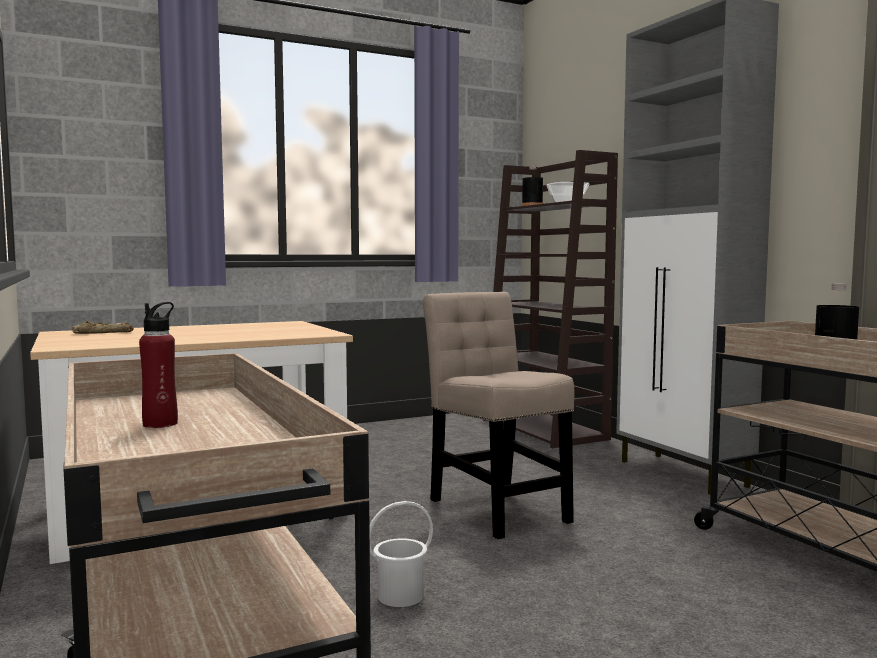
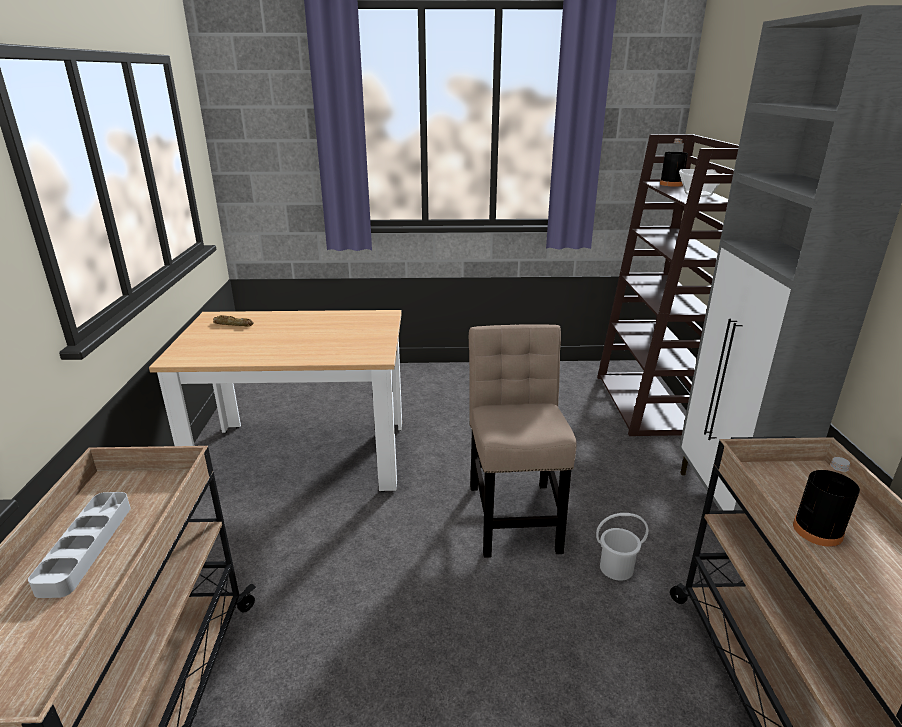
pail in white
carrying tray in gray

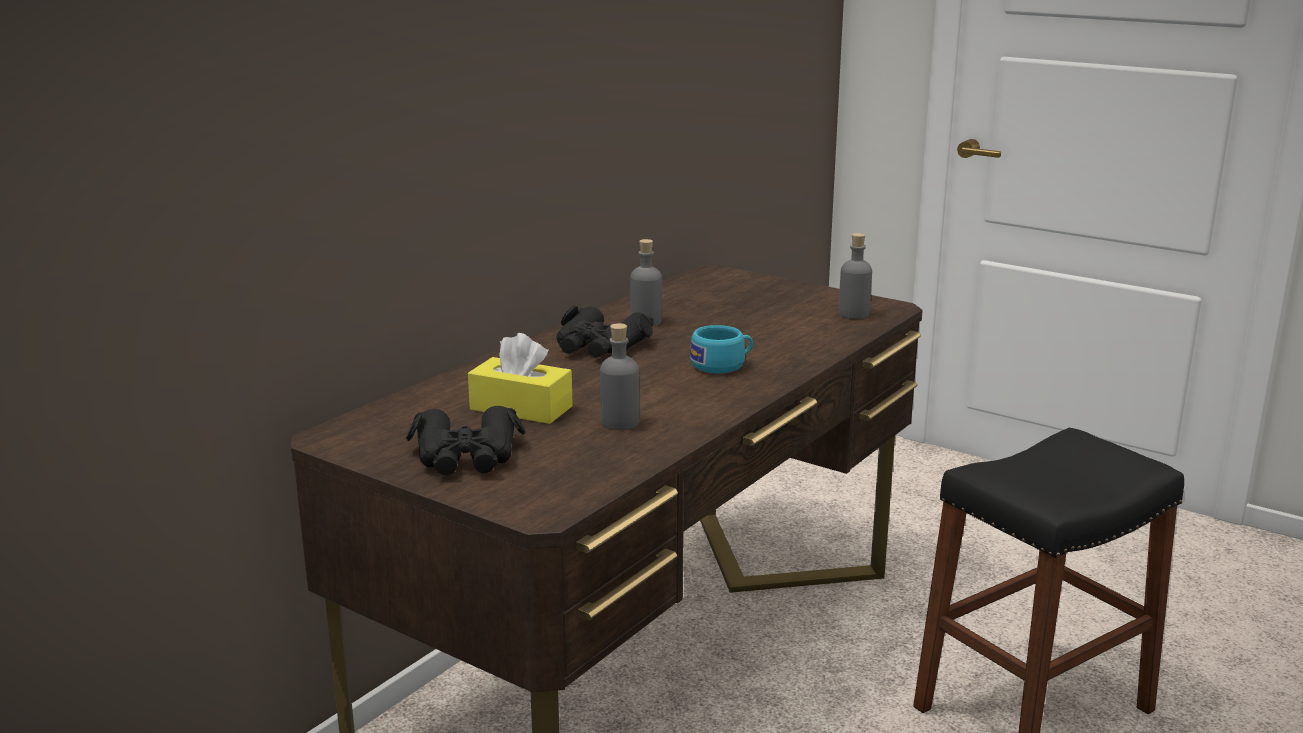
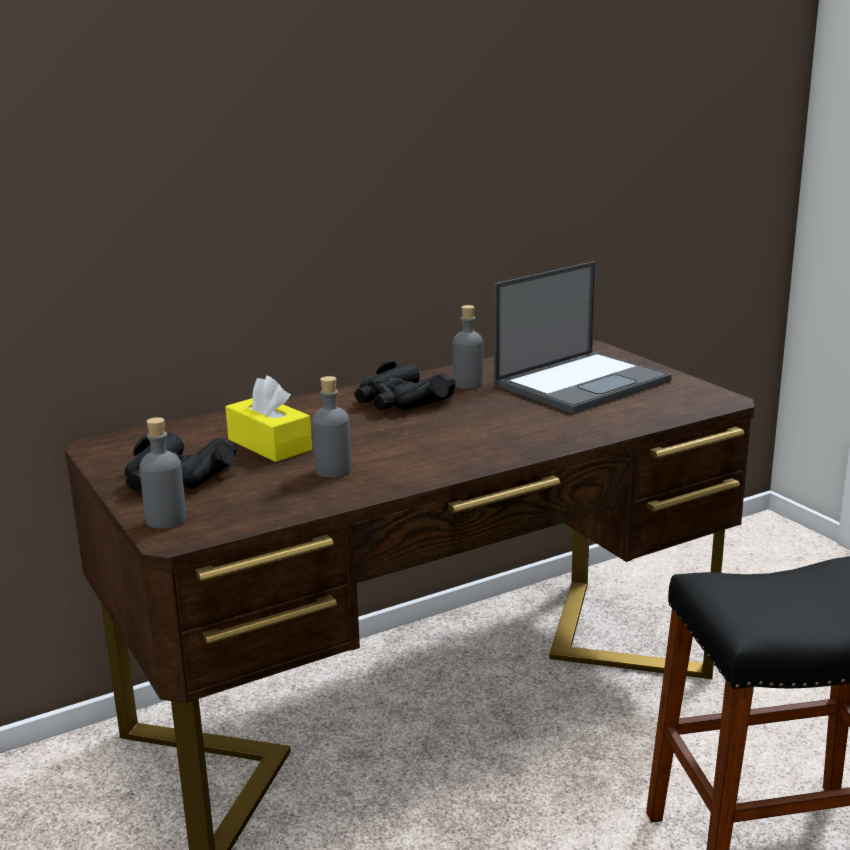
small cup in blue-green
laptop
beverage bottle in gray (no. 1 from left)

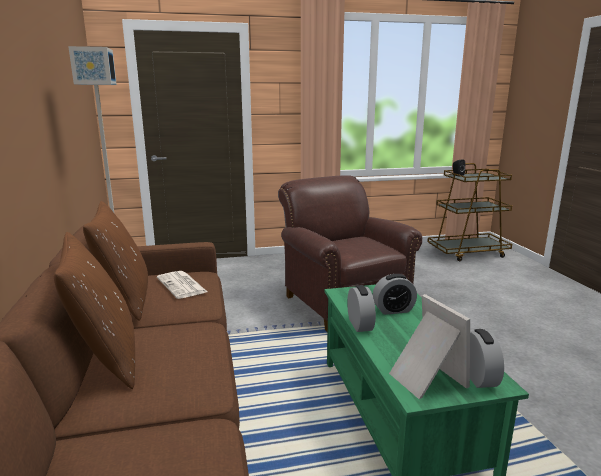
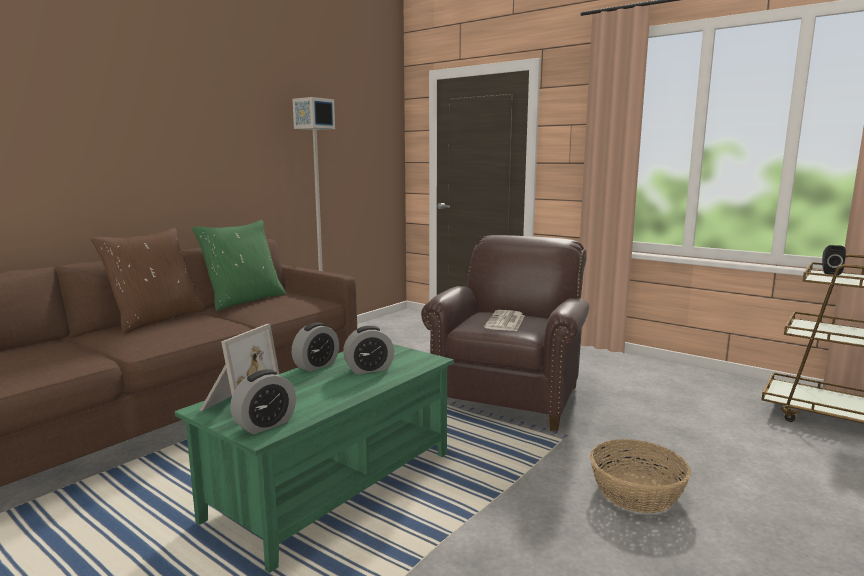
basket
printed paper
cushion in greenish
bedside clock (no. 3 from left)

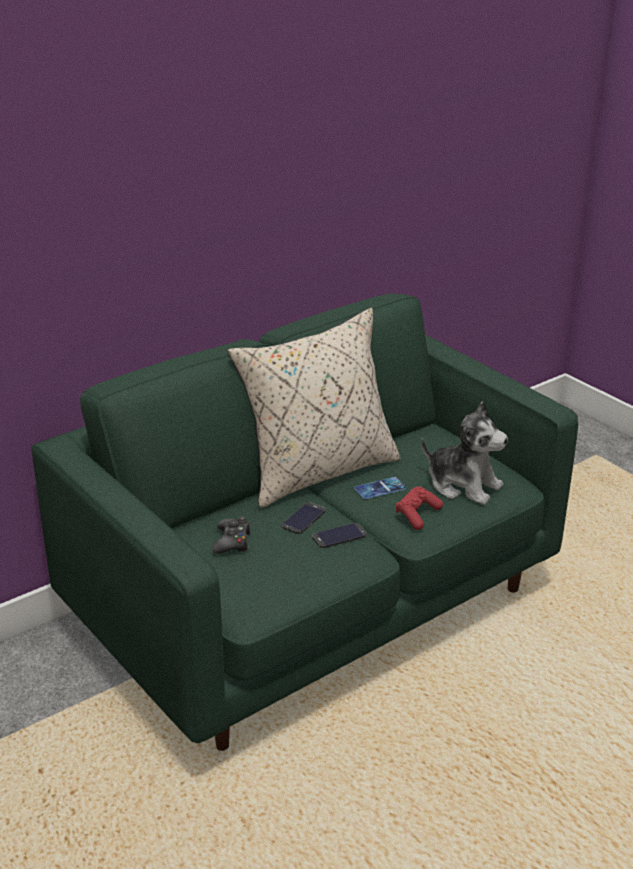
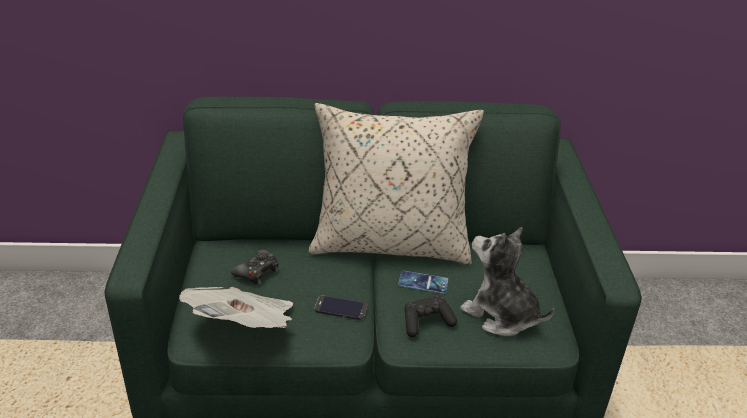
phone (no. 1 from left in the first image)
printed paper
gamepad in black-coloured (no. 2 from left)
cuddly toy

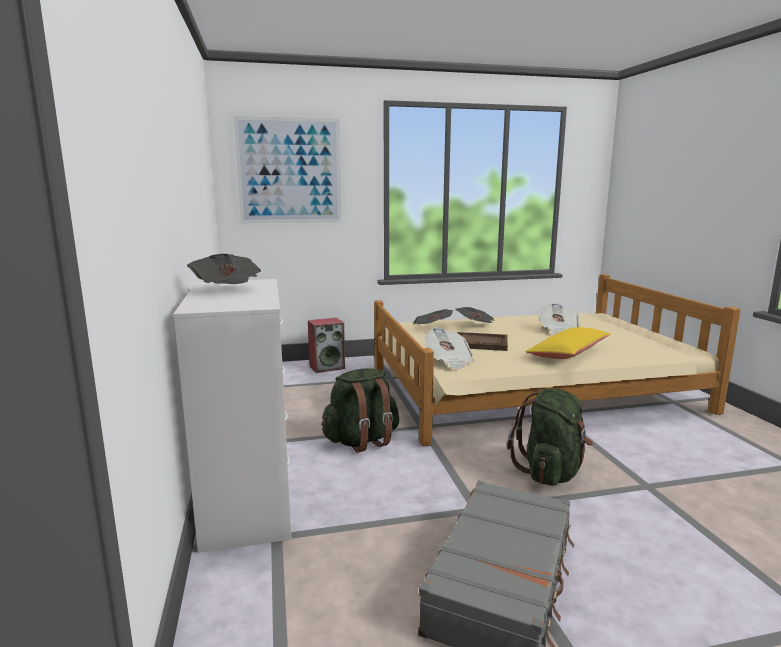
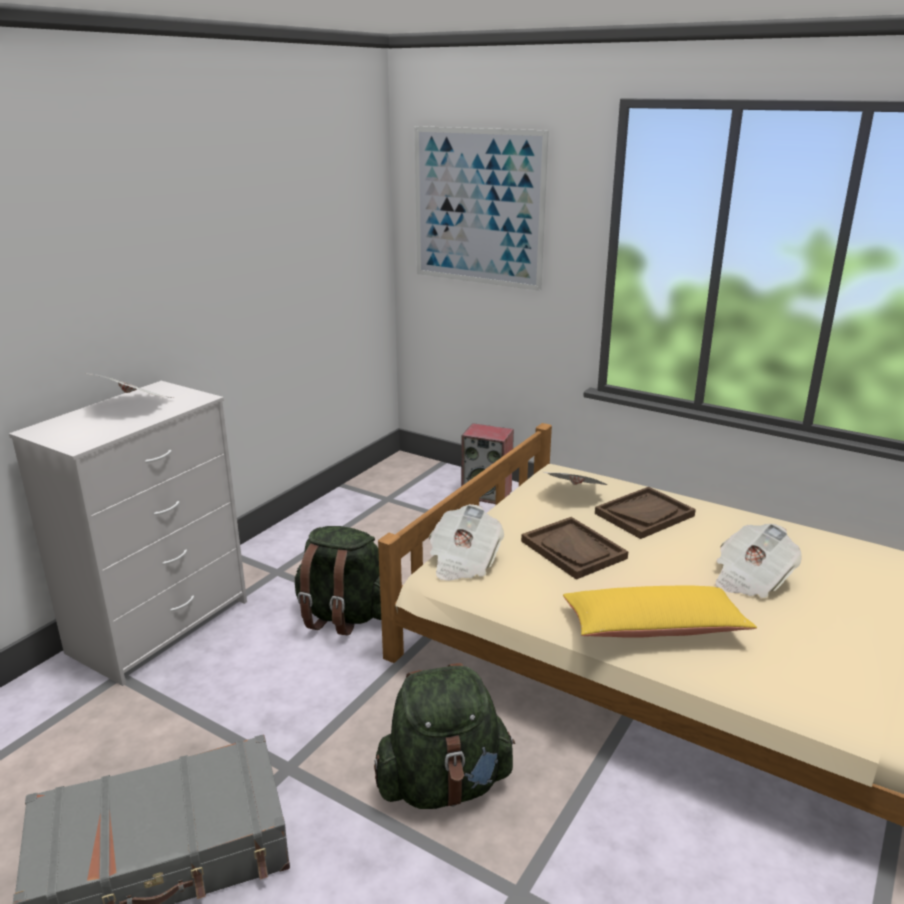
carrying tray in brown (no. 2 from left)

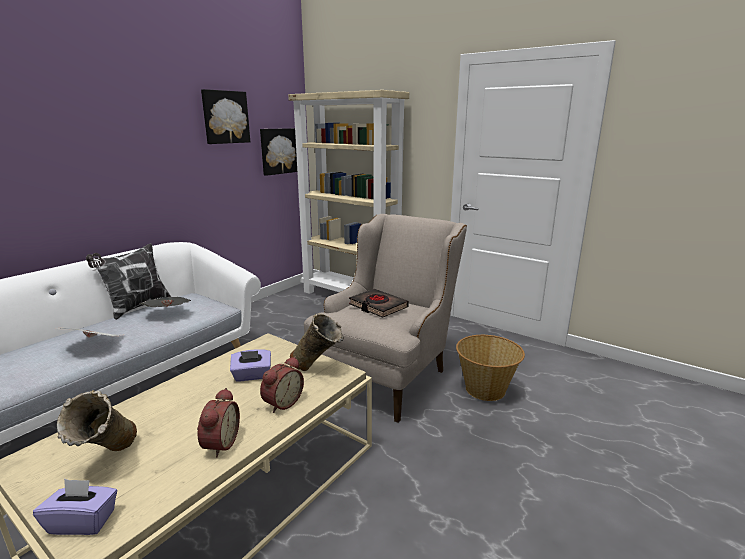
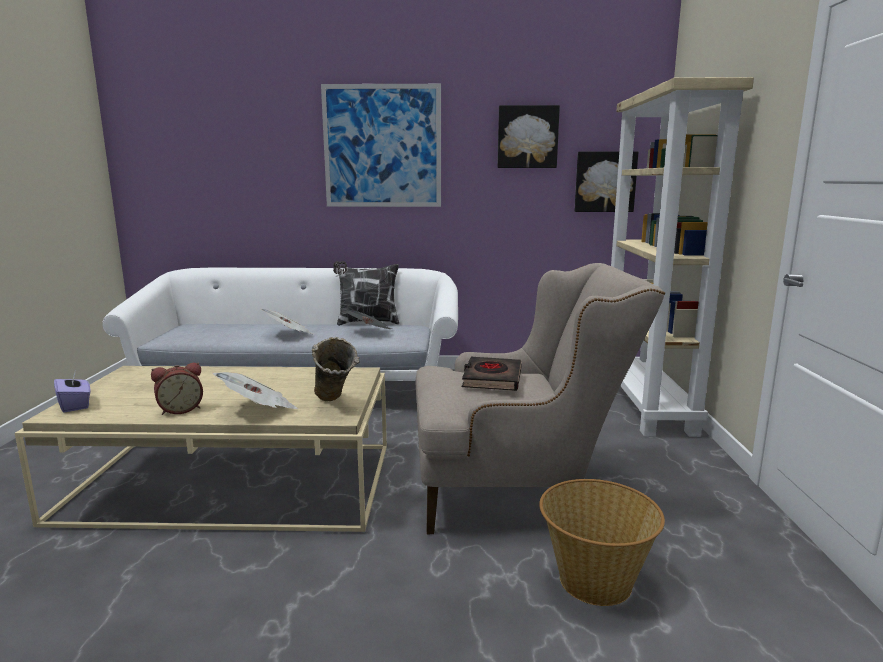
vase in beige-coloured (no. 1 from left in the first image)
tissue holder in purple-coloured (no. 2 from left in the first image)
picture (no. 1 from left)
printed paper (no. 1 from left)

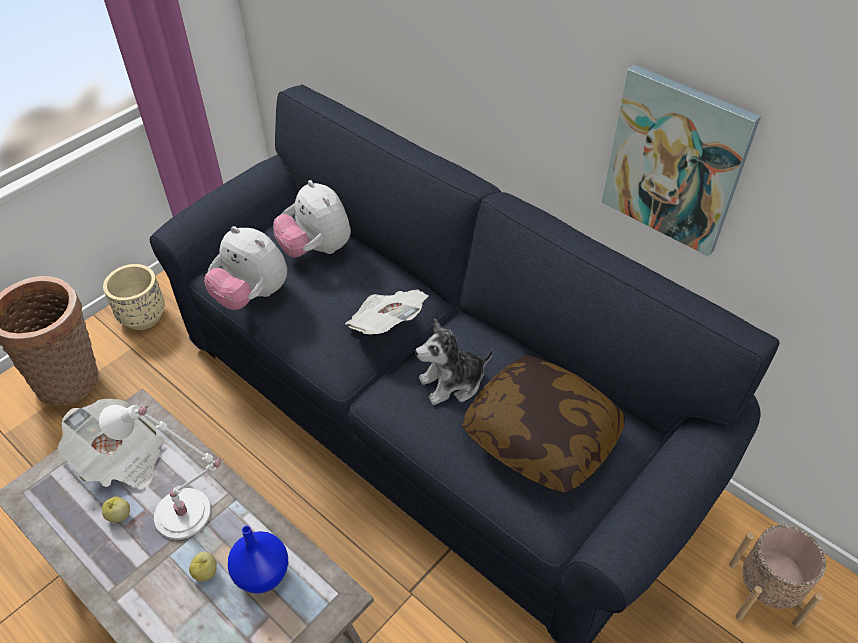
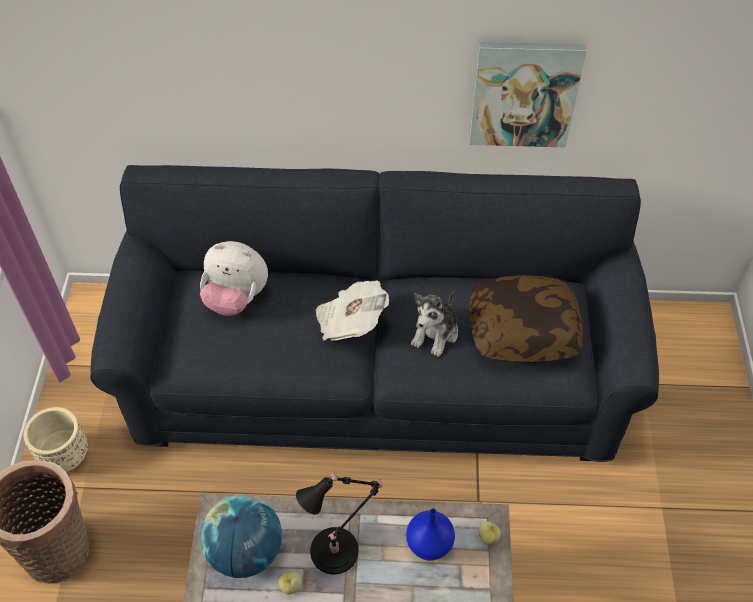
cuddly toy (no. 1 from left in the first image)
plant pot in beige-coloured (no. 2 from left in the first image)
apple (no. 2 from left)
globe
table lamp in black-coloured

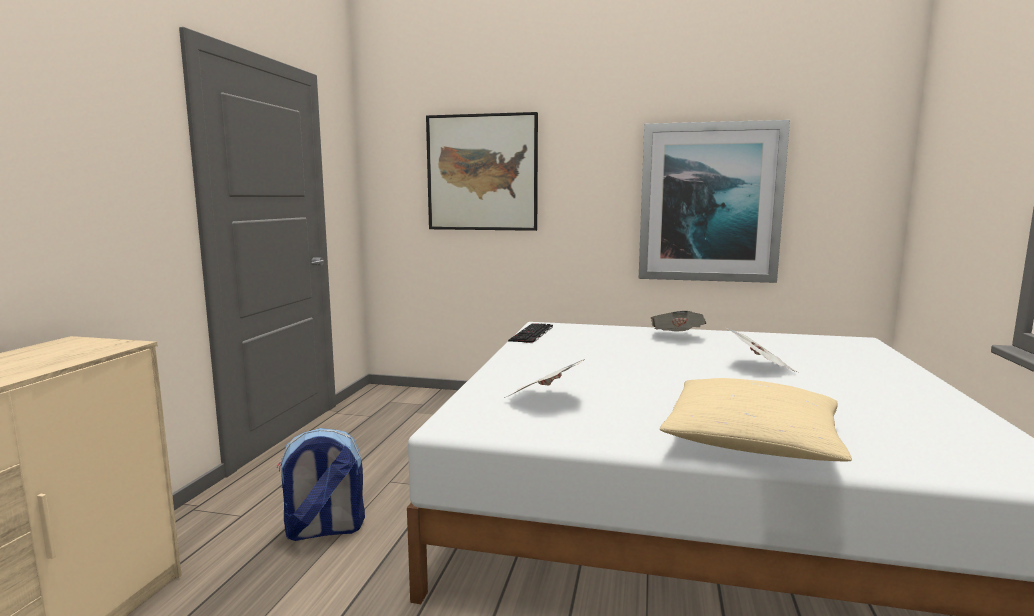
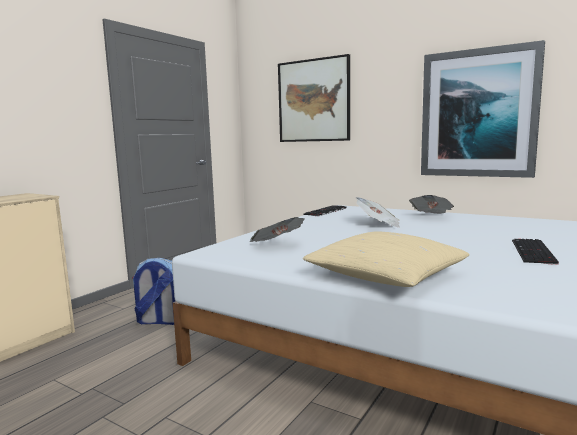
keyboard (no. 2 from left)
printed paper (no. 2 from left)

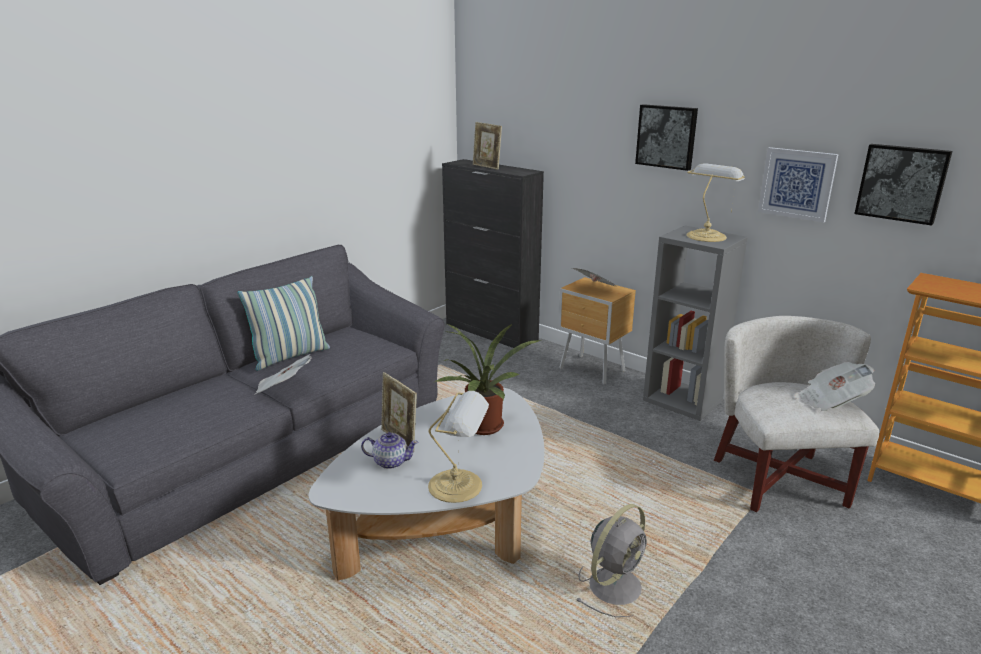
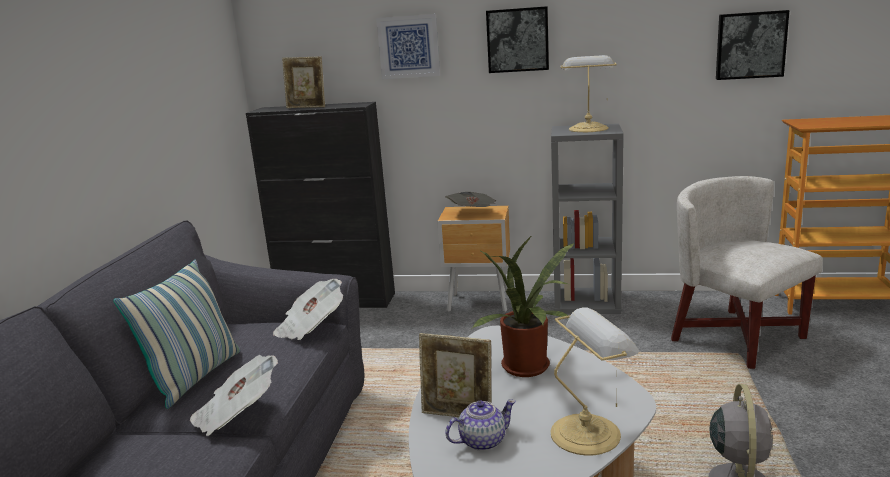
picture (no. 1 from left)
printed paper (no. 2 from left)

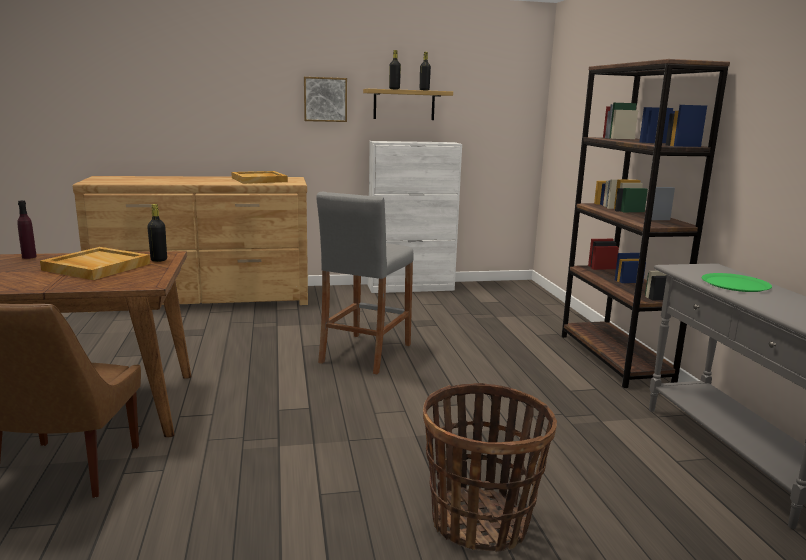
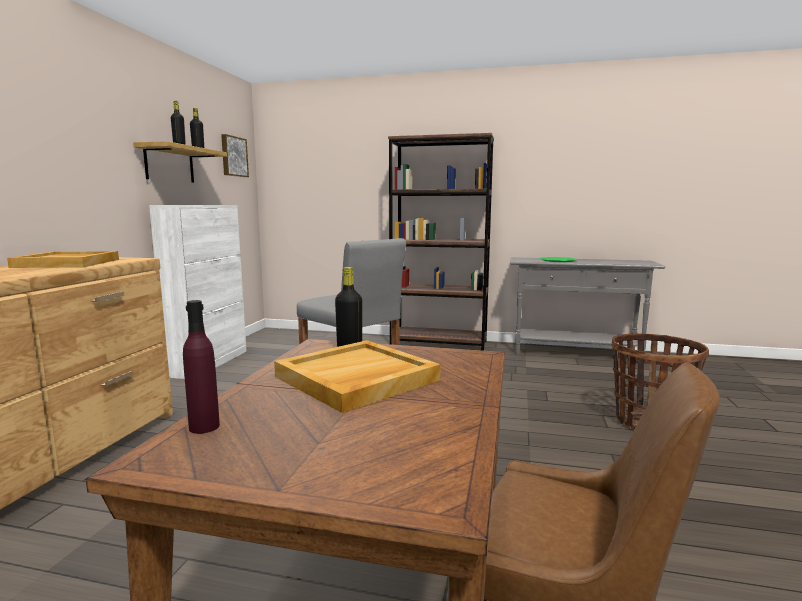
picture

